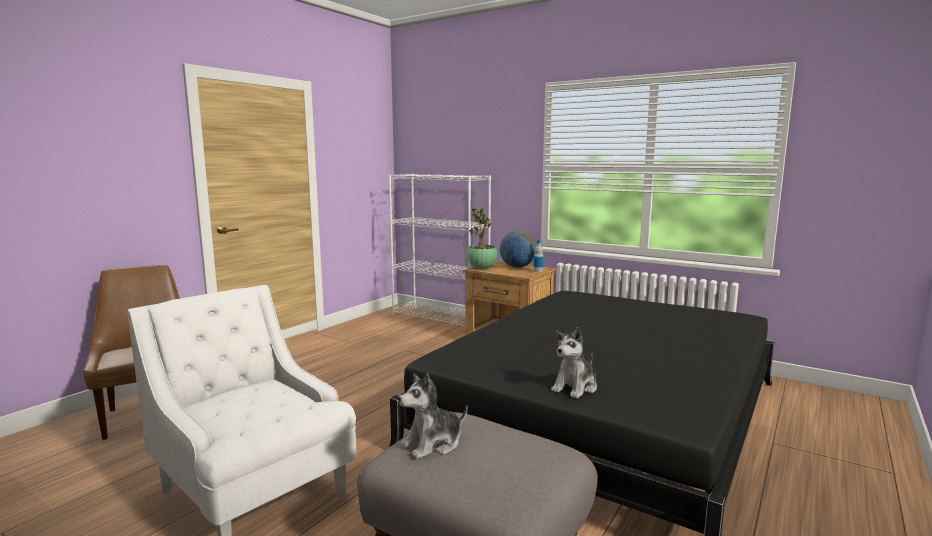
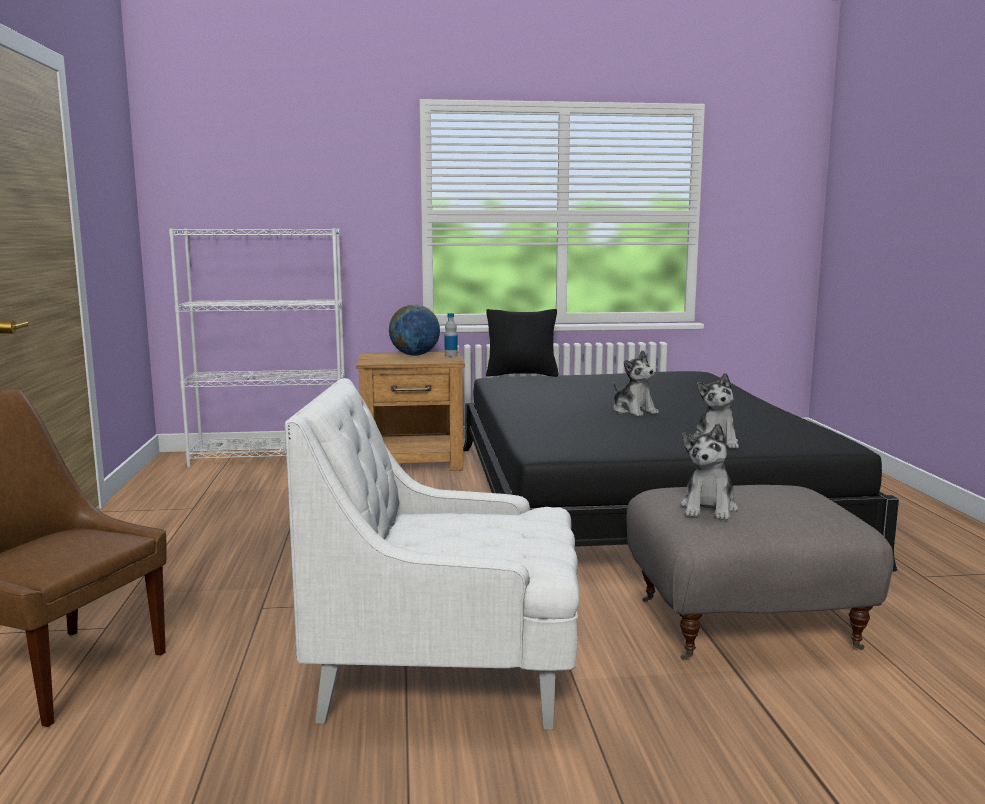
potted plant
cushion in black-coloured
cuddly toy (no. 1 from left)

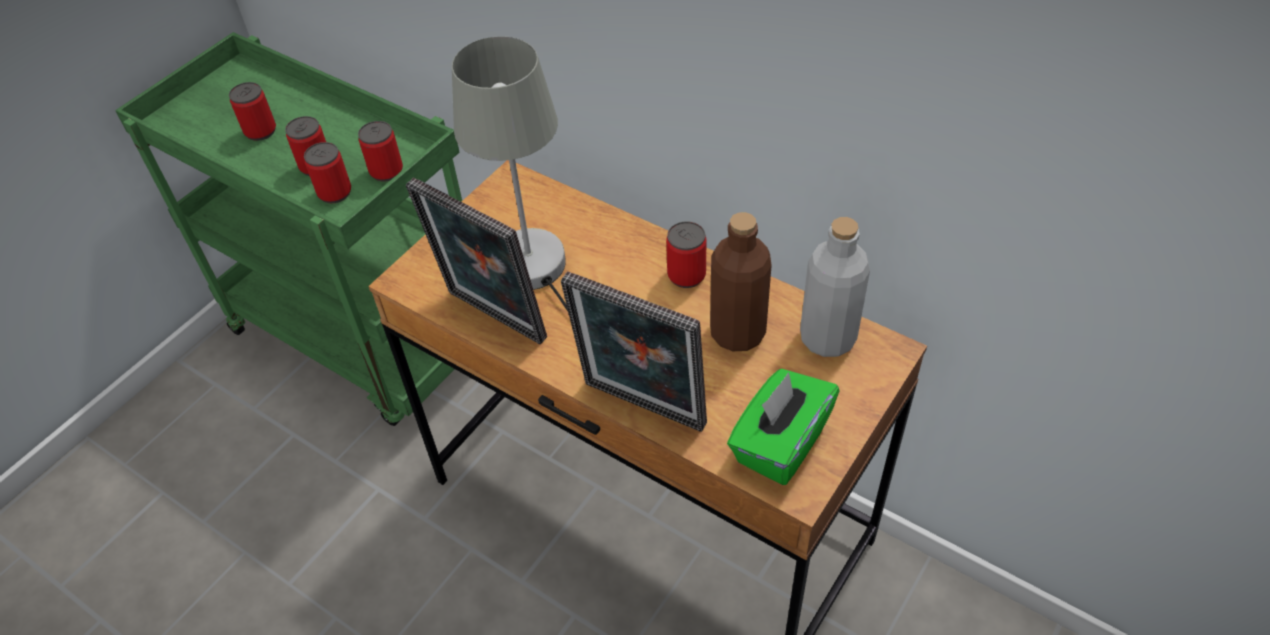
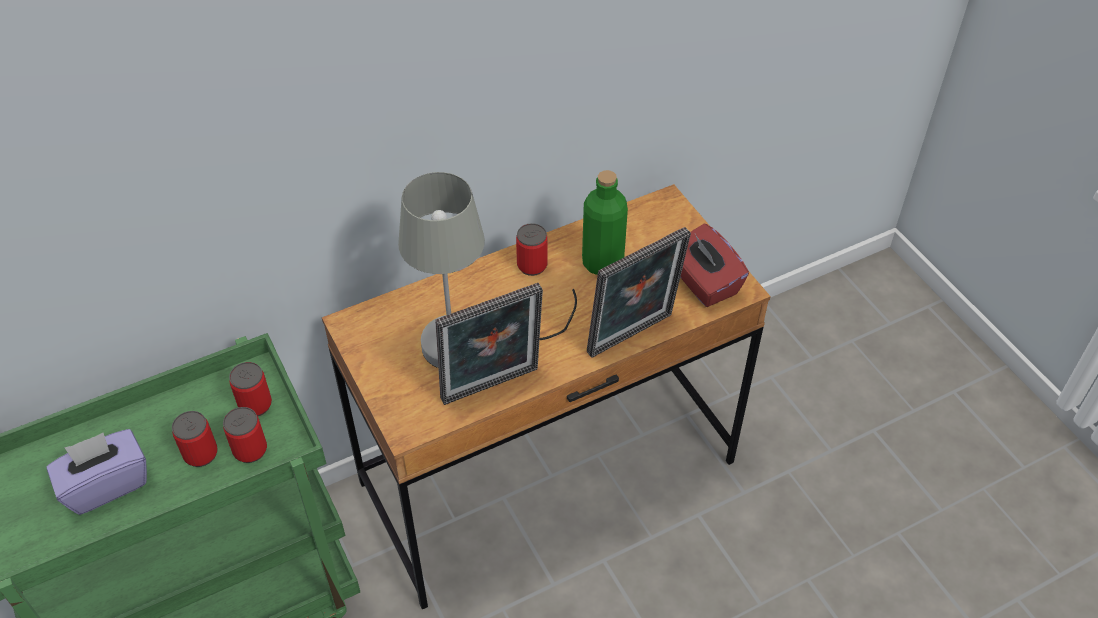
beverage bottle in gray
tissue holder in purple-coloured
beverage bottle in greenish
tissue holder in red-coloured

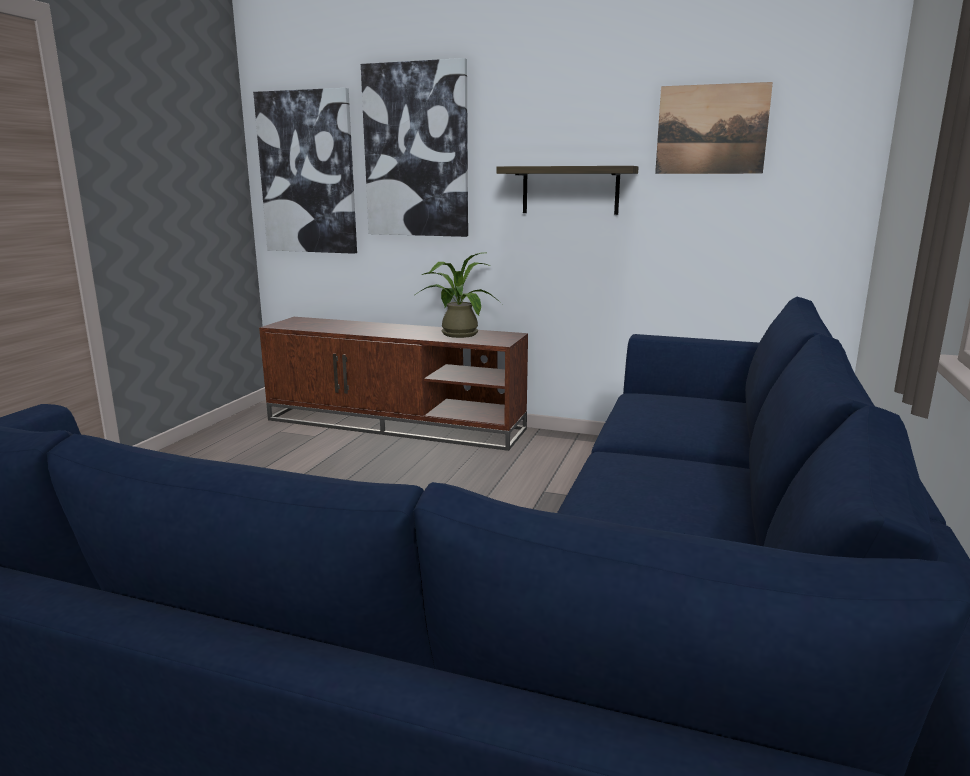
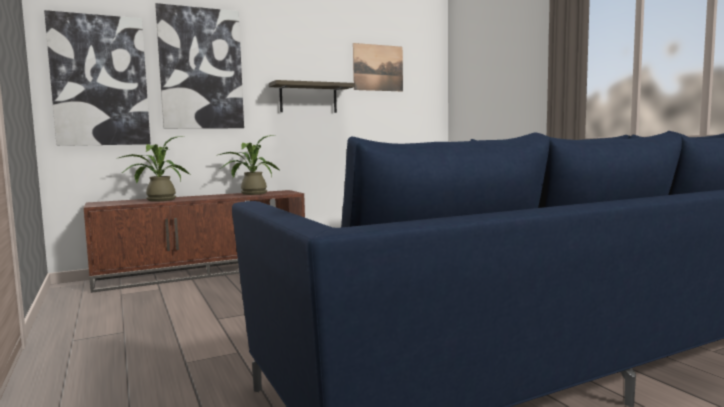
potted plant (no. 1 from left)

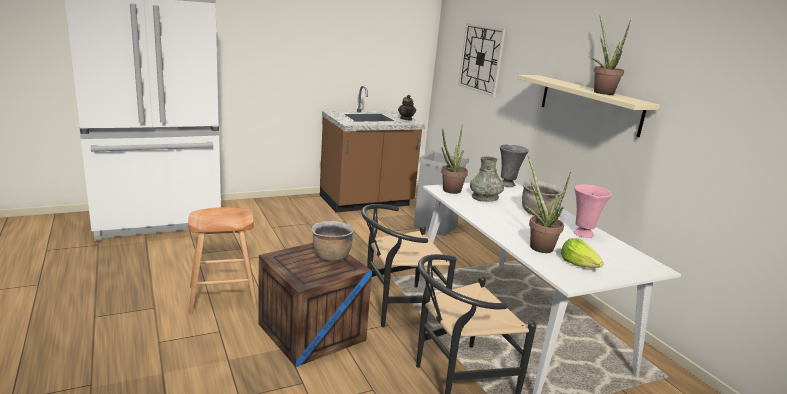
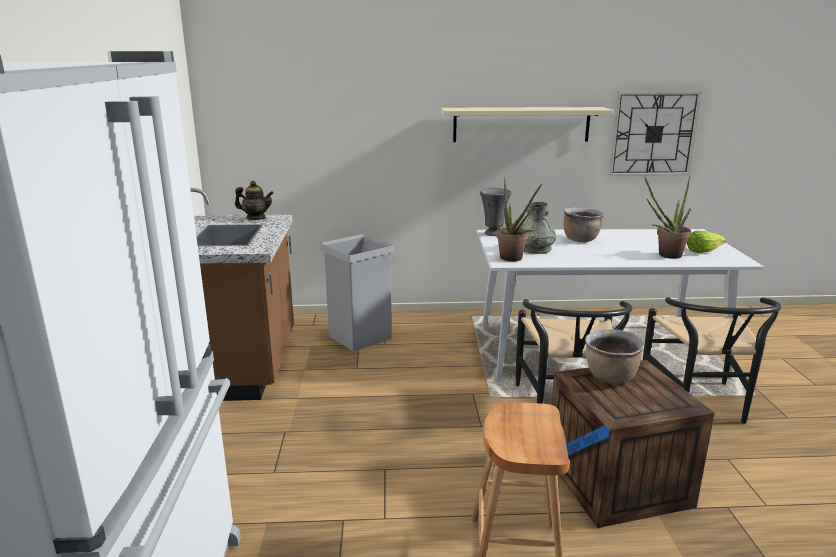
vase in pink-coloured
potted plant (no. 3 from left in the first image)
clock on the wall

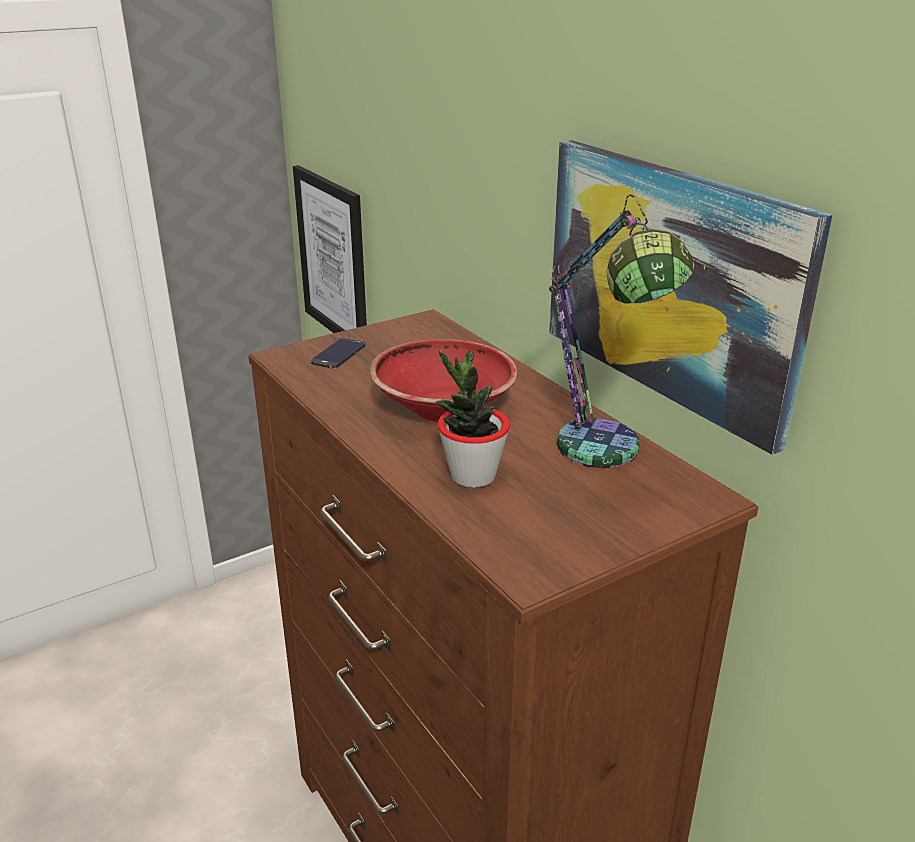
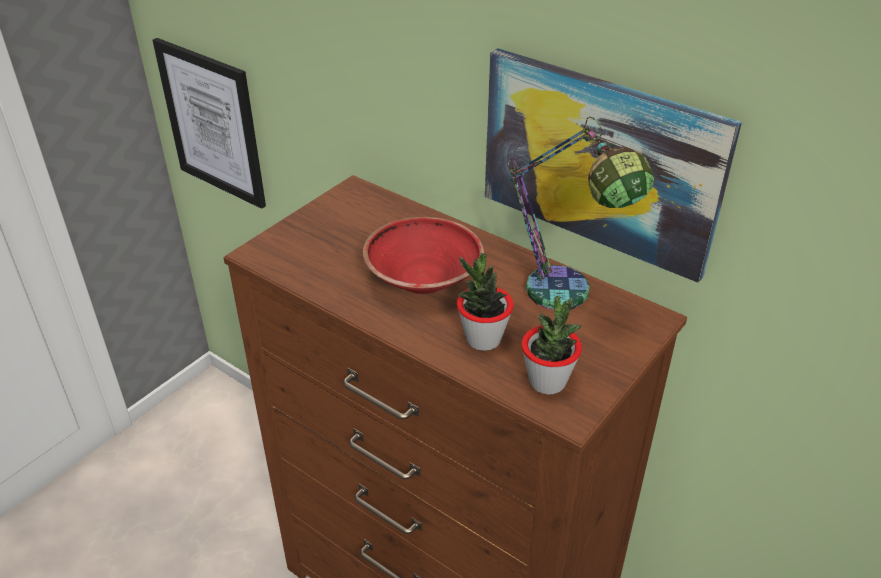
phone
potted plant (no. 2 from left)

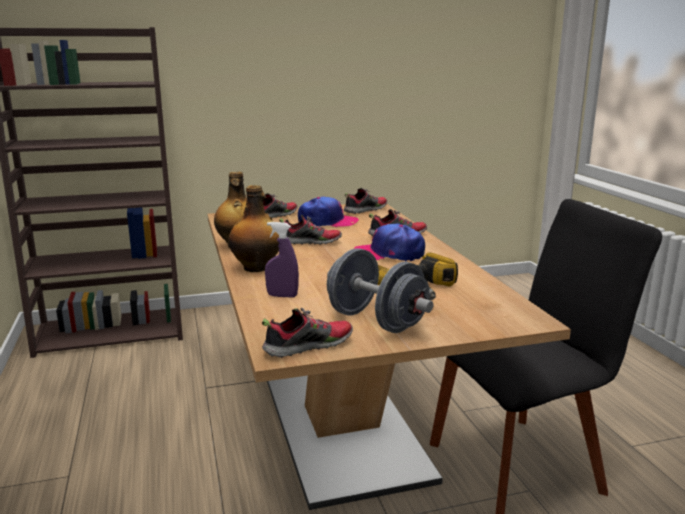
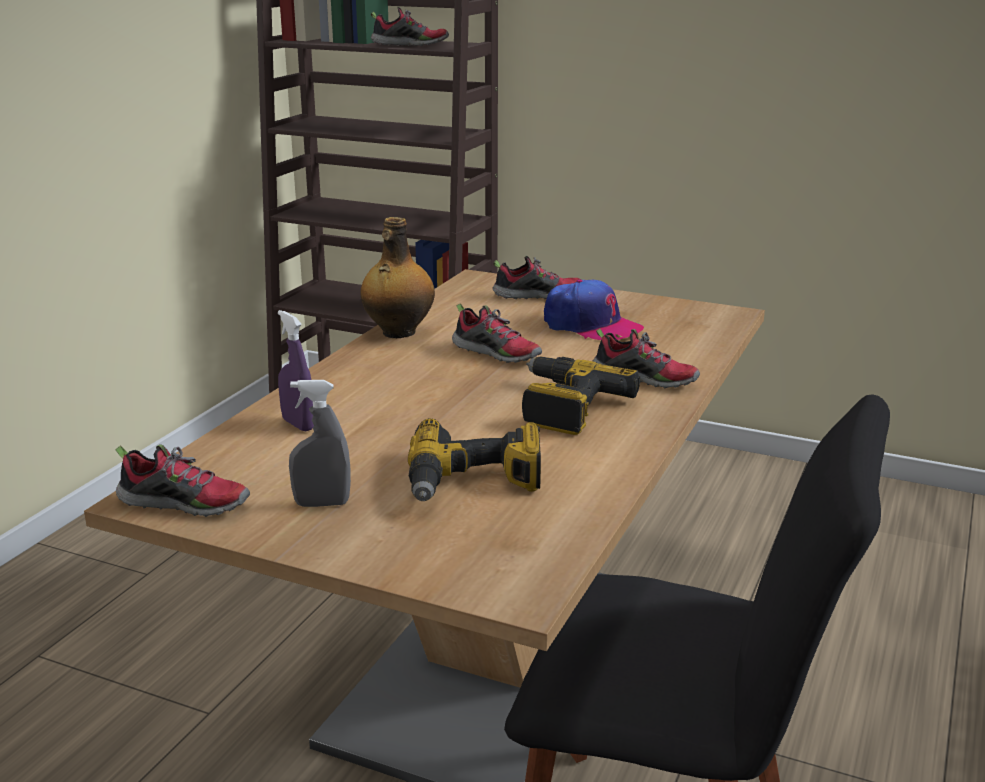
beverage bottle (no. 2 from left in the first image)
low shoe (no. 2 from left)
sprayer in gray
electric drill (no. 2 from left)

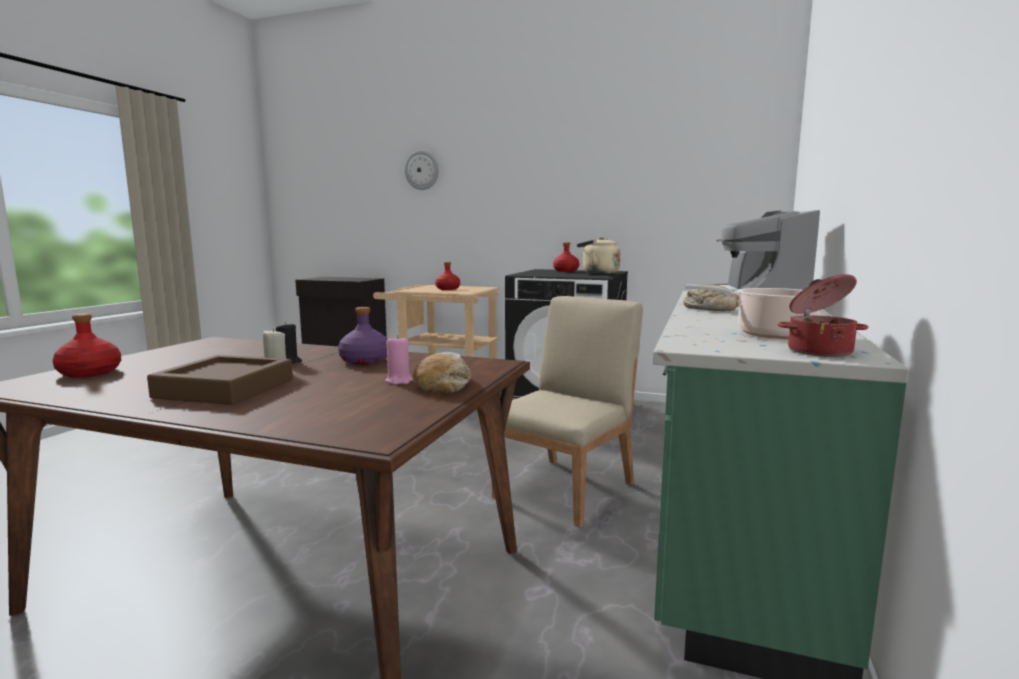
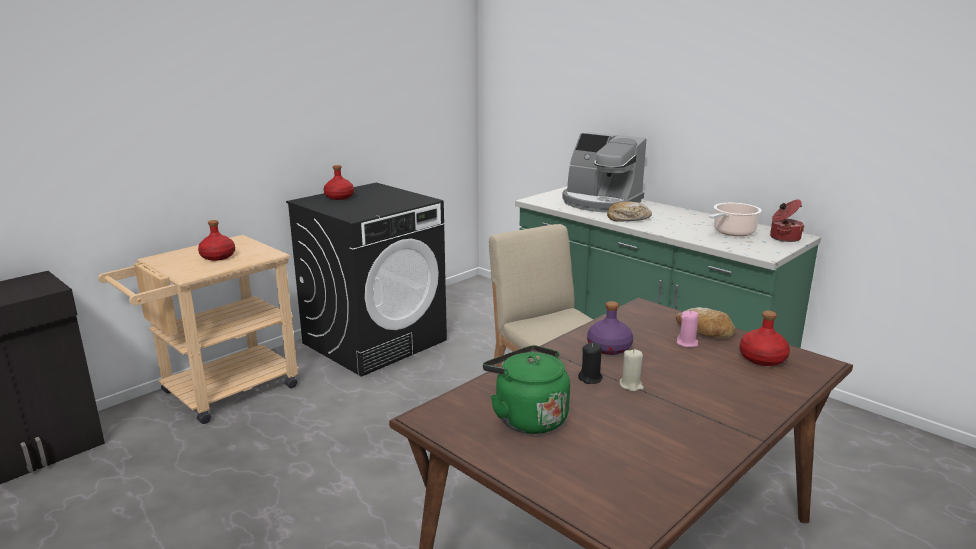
carrying tray in brown
clock on the wall
tea kettle in beige-coloured
tea kettle in greenish
beverage bottle in red-coloured (no. 3 from left)

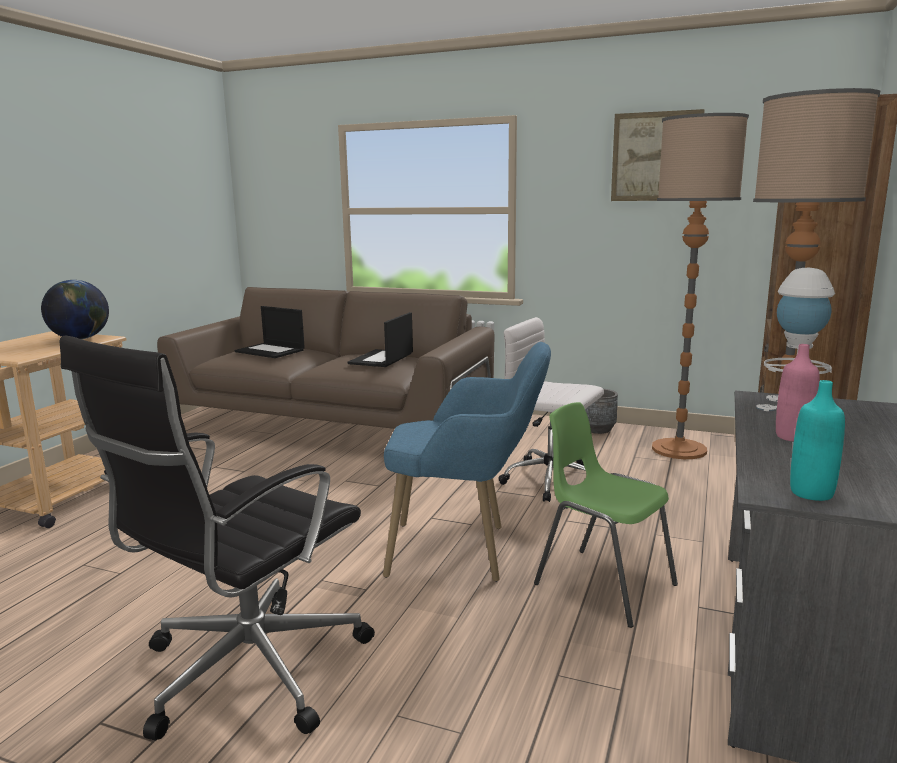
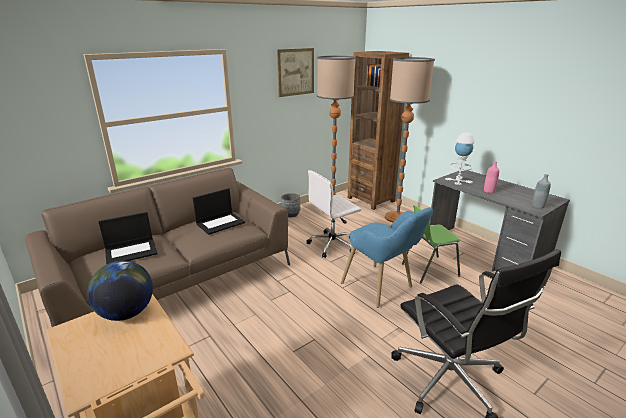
beverage bottle in gray
laptop (no. 2 from left)
easy chair in blue-coloured

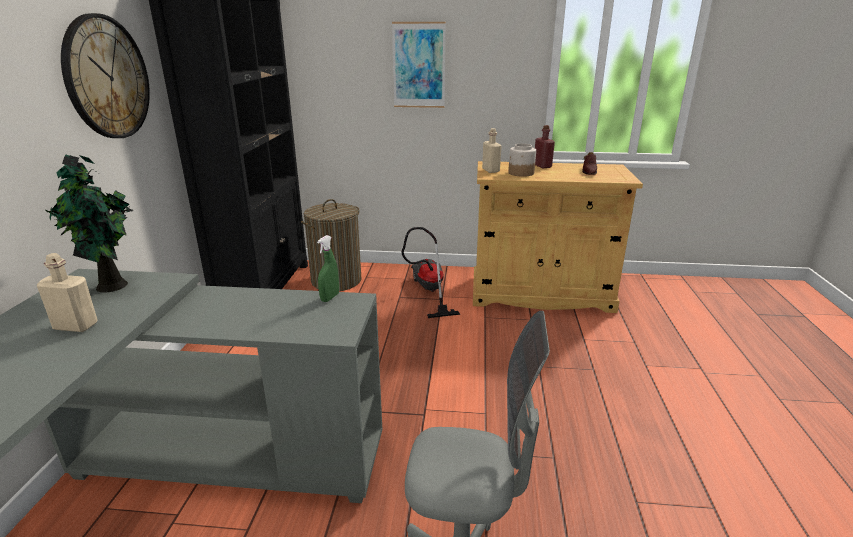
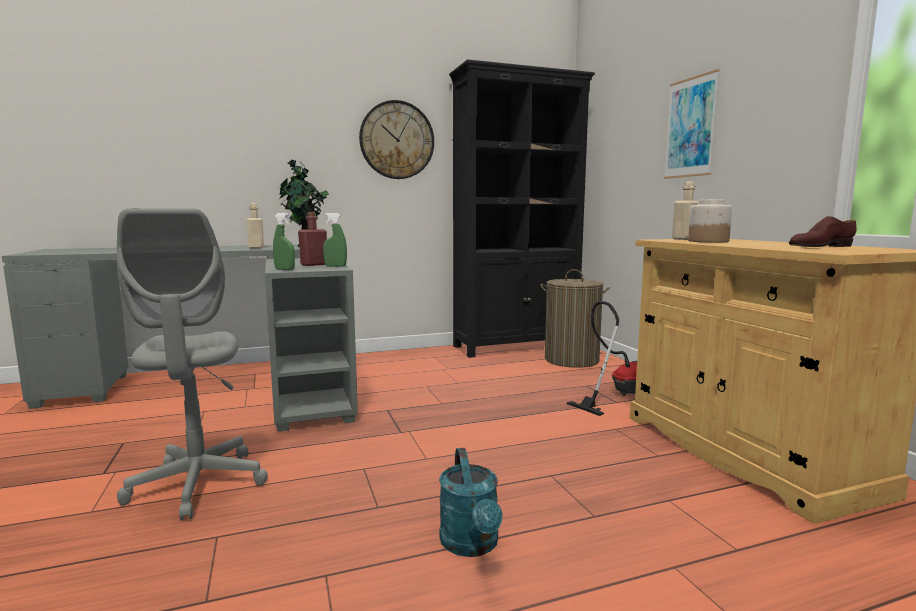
sprayer in greenish (no. 1 from left)
watering pot in blue-green
beverage bottle in red-coloured

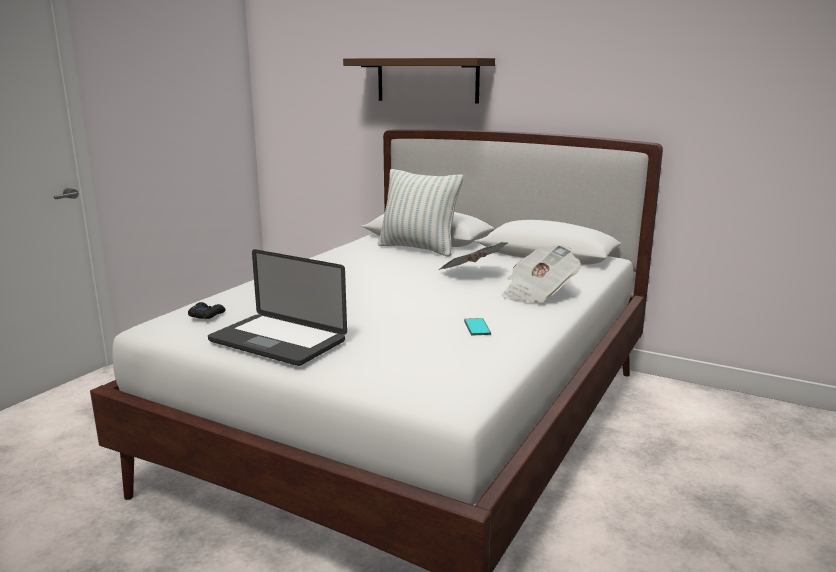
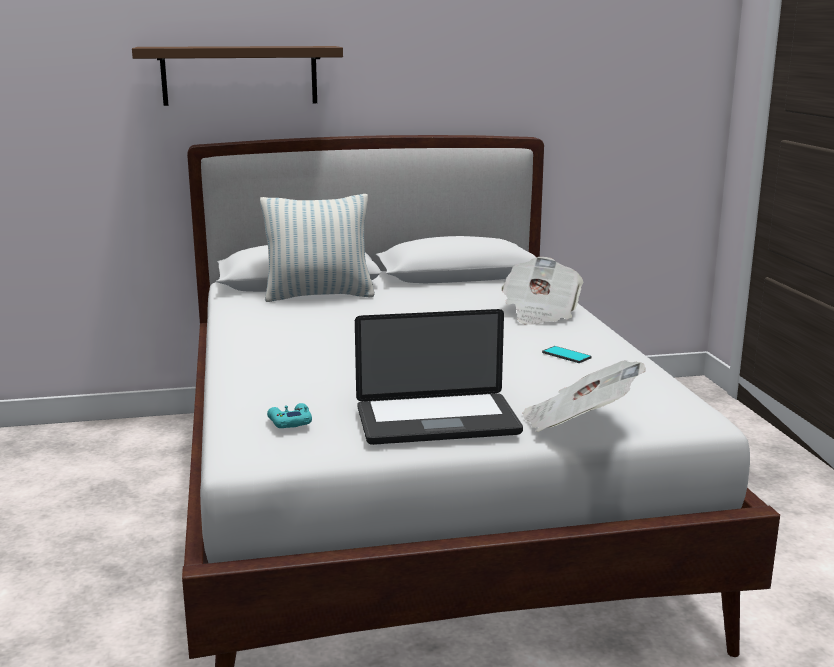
printed paper (no. 2 from left)
gamepad in blue-green

